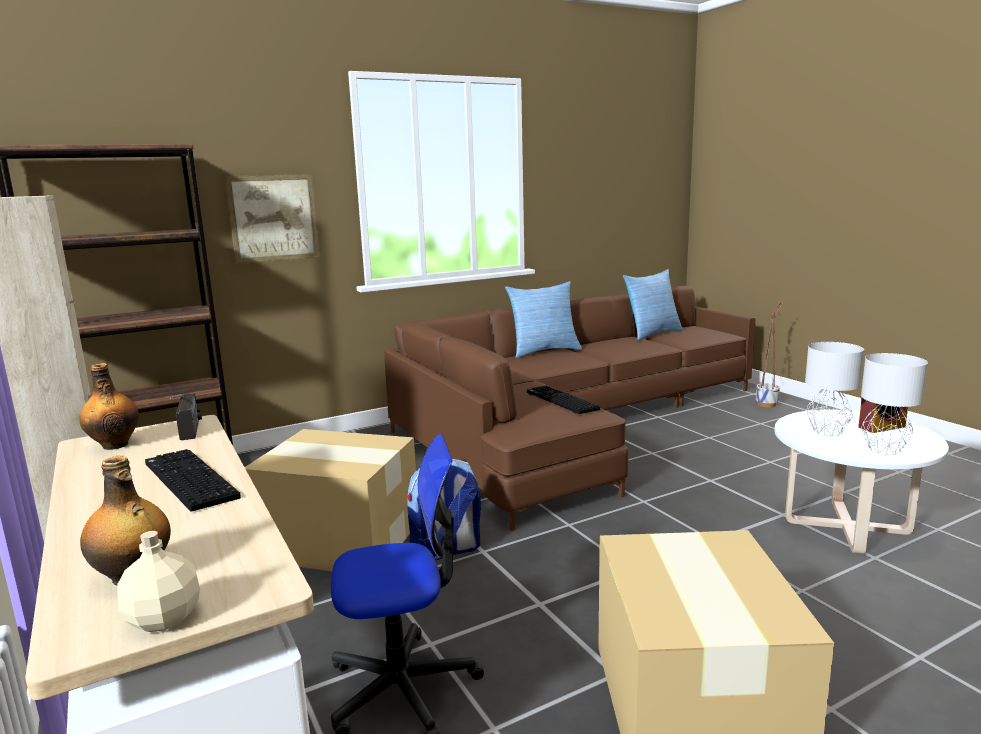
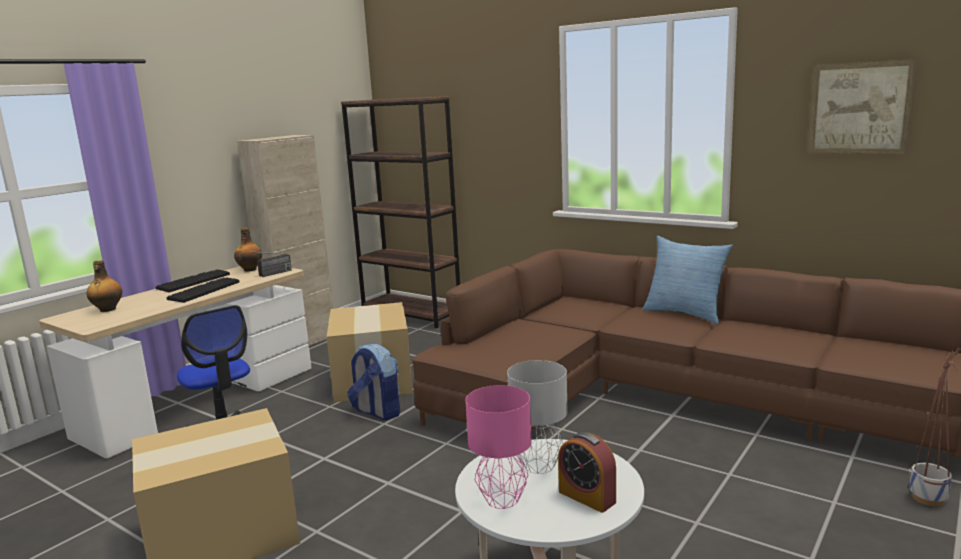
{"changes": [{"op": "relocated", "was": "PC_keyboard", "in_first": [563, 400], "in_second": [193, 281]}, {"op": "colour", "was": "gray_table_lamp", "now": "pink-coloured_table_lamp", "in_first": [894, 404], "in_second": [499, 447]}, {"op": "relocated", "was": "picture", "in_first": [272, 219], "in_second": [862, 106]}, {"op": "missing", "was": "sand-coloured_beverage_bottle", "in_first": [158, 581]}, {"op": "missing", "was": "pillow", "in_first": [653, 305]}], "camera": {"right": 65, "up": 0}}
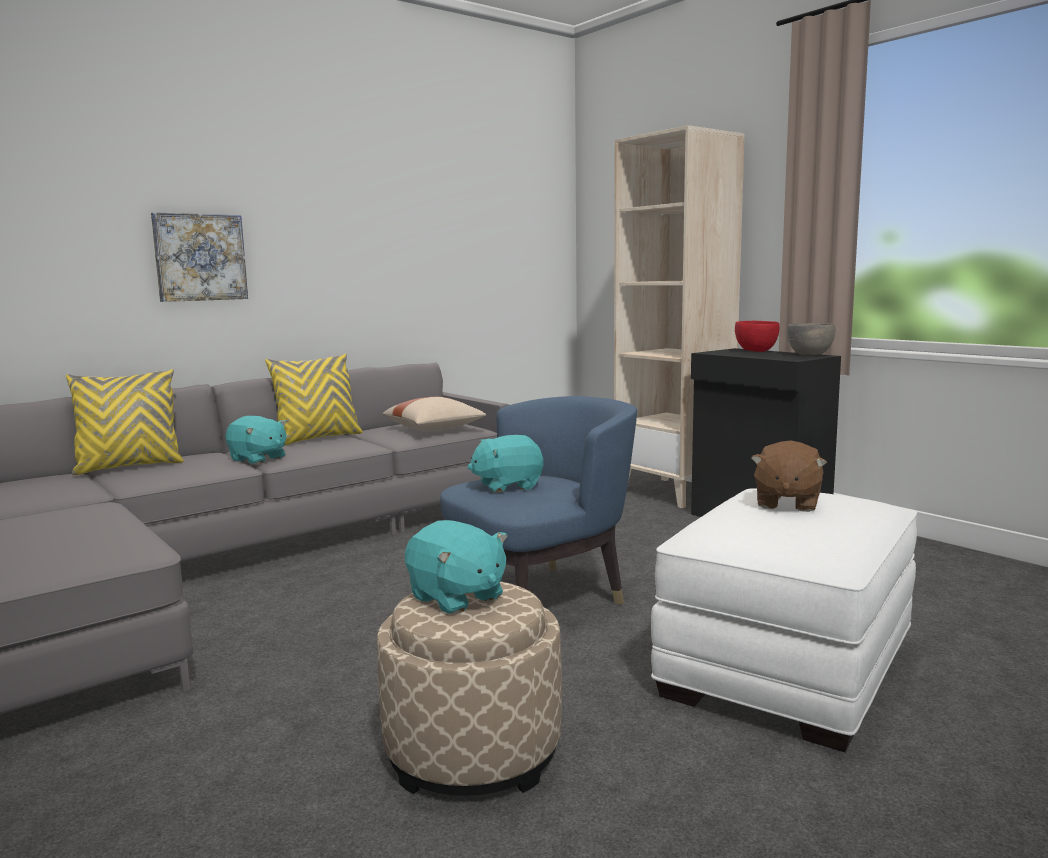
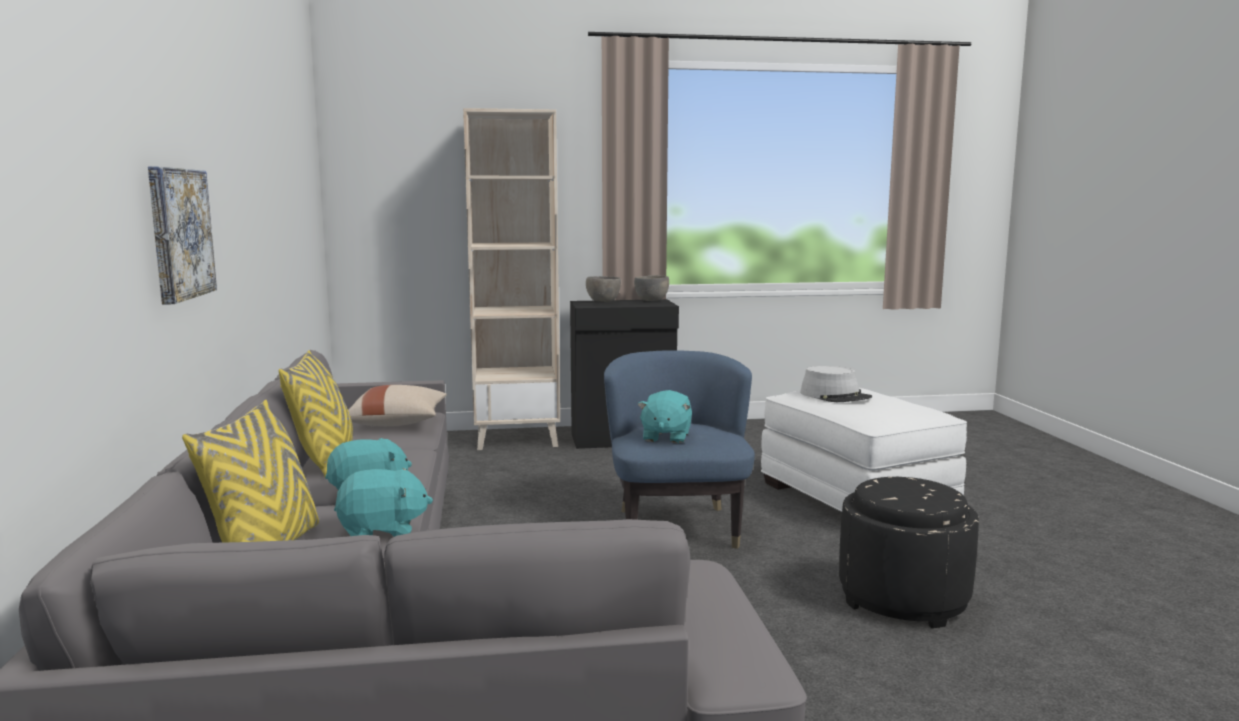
{"changes": [{"op": "relocated", "was": "turquoise_plush_toy", "in_first": [456, 567], "in_second": [383, 502]}, {"op": "colour", "was": "red-coloured_deep_dish", "now": "gray_deep_dish", "in_first": [757, 336], "in_second": [603, 289]}, {"op": "exchanged", "was": "brownish_plush_toy", "now": "gray_clothing_hat", "in_first": [789, 476], "in_second": [836, 384]}, {"op": "colour", "was": "sand-coloured_ottoman", "now": "black-coloured_ottoman", "in_first": [469, 689], "in_second": [909, 552]}], "camera": {"right": -60, "up": 0}}
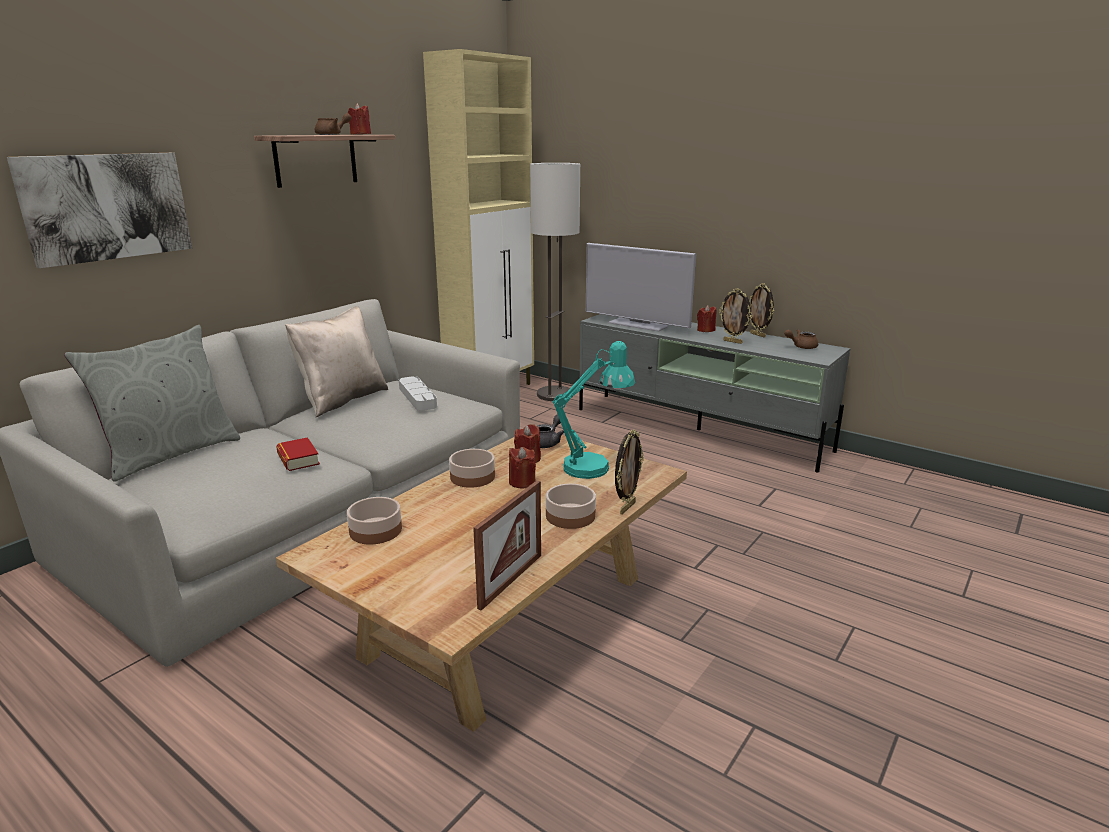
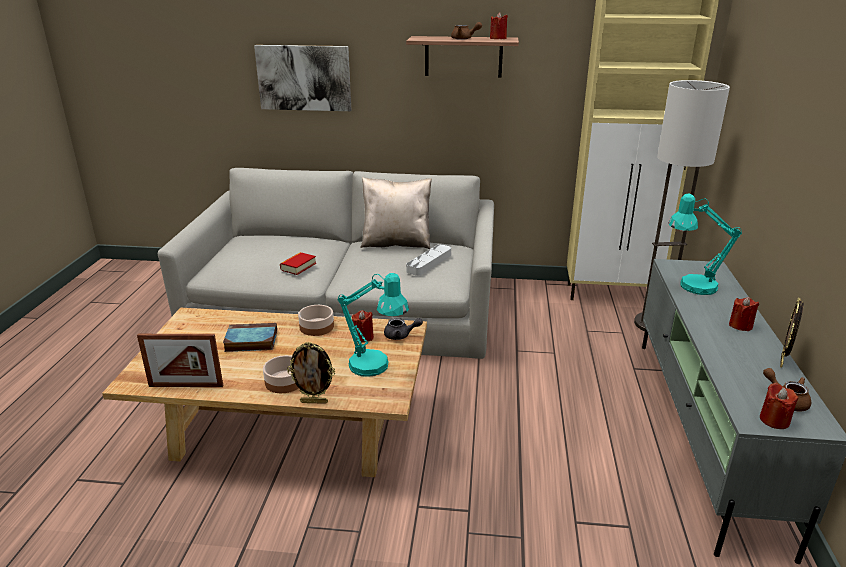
{"changes": [{"op": "appeared", "now": "bound_book", "in_second": [250, 337]}, {"op": "exchanged", "was": "television", "now": "turquoise_table_lamp", "in_first": [641, 287], "in_second": [705, 244]}, {"op": "relocated", "was": "red-coloured_wax_candle", "in_first": [522, 467], "in_second": [779, 406]}, {"op": "missing", "was": "gray_pillow", "in_first": [152, 403]}, {"op": "missing", "was": "deep_dish", "in_first": [374, 520]}, {"op": "missing", "was": "standing_frame", "in_first": [735, 316]}], "camera": {"right": 60, "up": 5}}
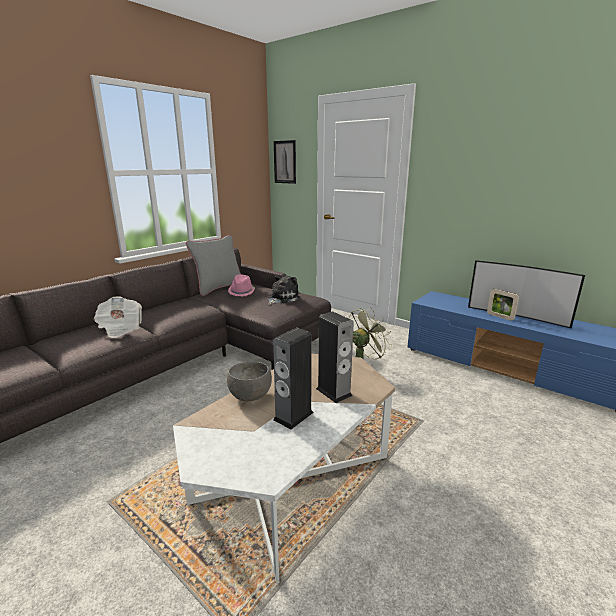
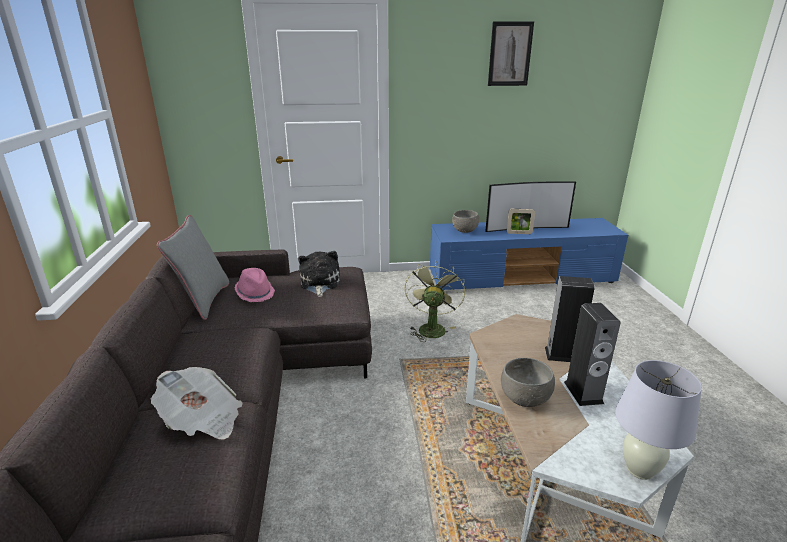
{"changes": [{"op": "appeared", "now": "gray_deep_dish", "in_second": [465, 221]}, {"op": "relocated", "was": "picture", "in_first": [285, 162], "in_second": [511, 53]}, {"op": "appeared", "now": "white-coloured_table_lamp", "in_second": [658, 420]}], "camera": {"right": -45, "up": 5}}
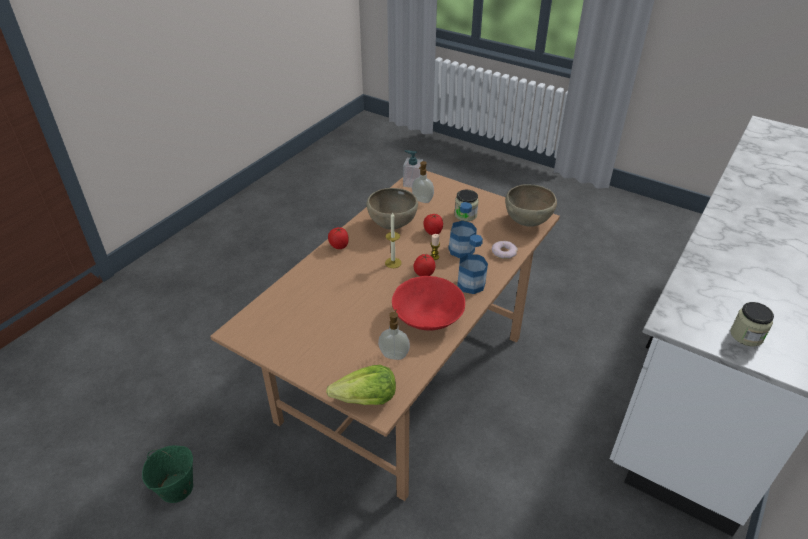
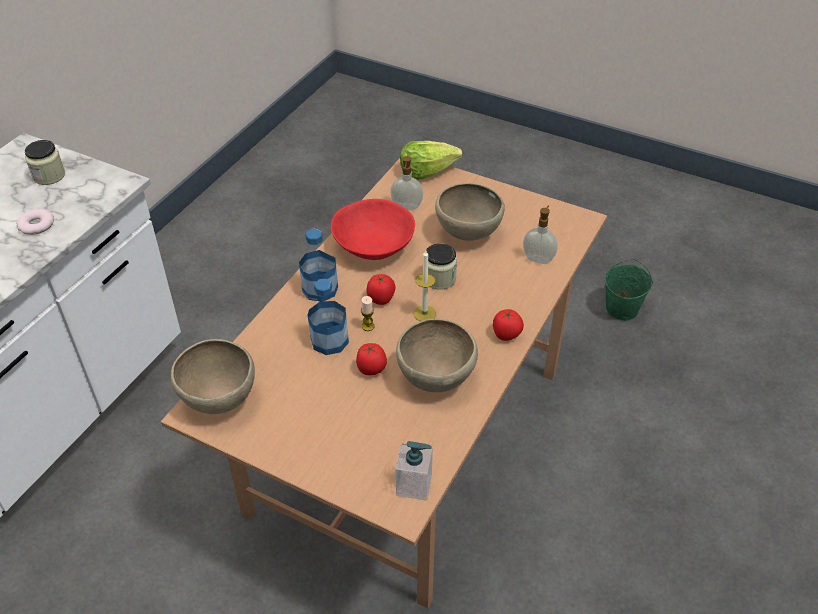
{"changes": [{"op": "relocated", "was": "doughnut", "in_first": [504, 250], "in_second": [35, 222]}, {"op": "relocated", "was": "preserve_jar", "in_first": [467, 205], "in_second": [441, 266]}, {"op": "appeared", "now": "brownish_deep_dish", "in_second": [470, 212]}, {"op": "relocated", "was": "soap_dispenser", "in_first": [423, 182], "in_second": [540, 235]}], "camera": {"right": 175, "up": 5}}
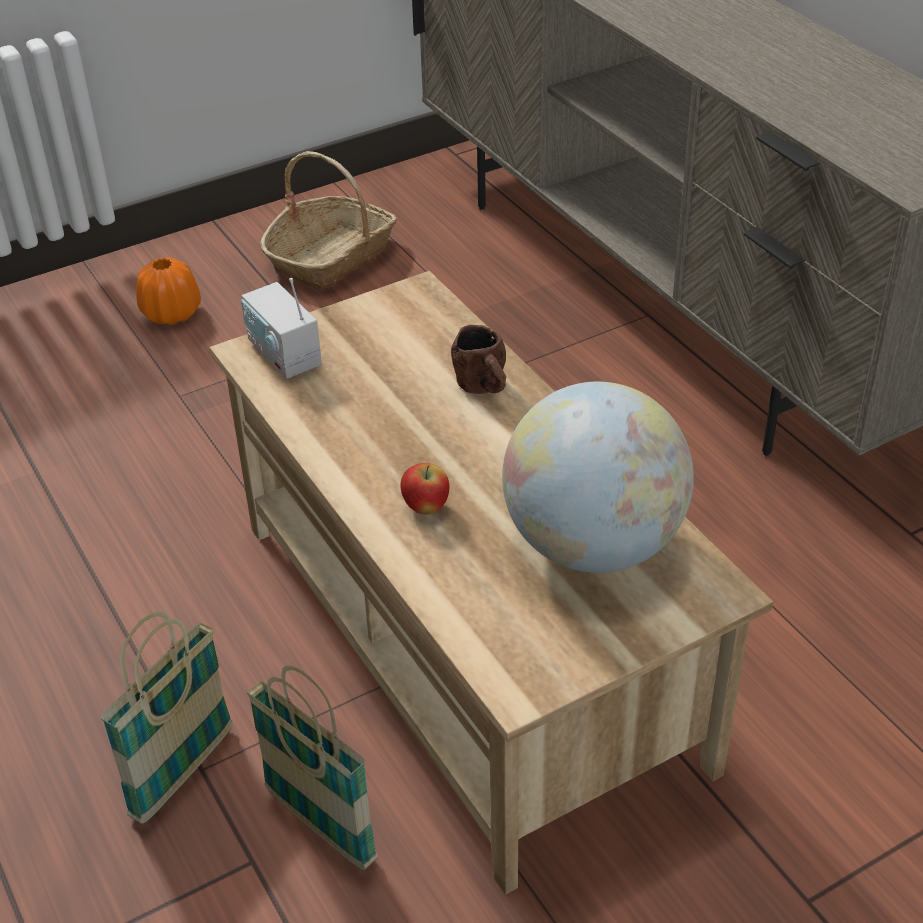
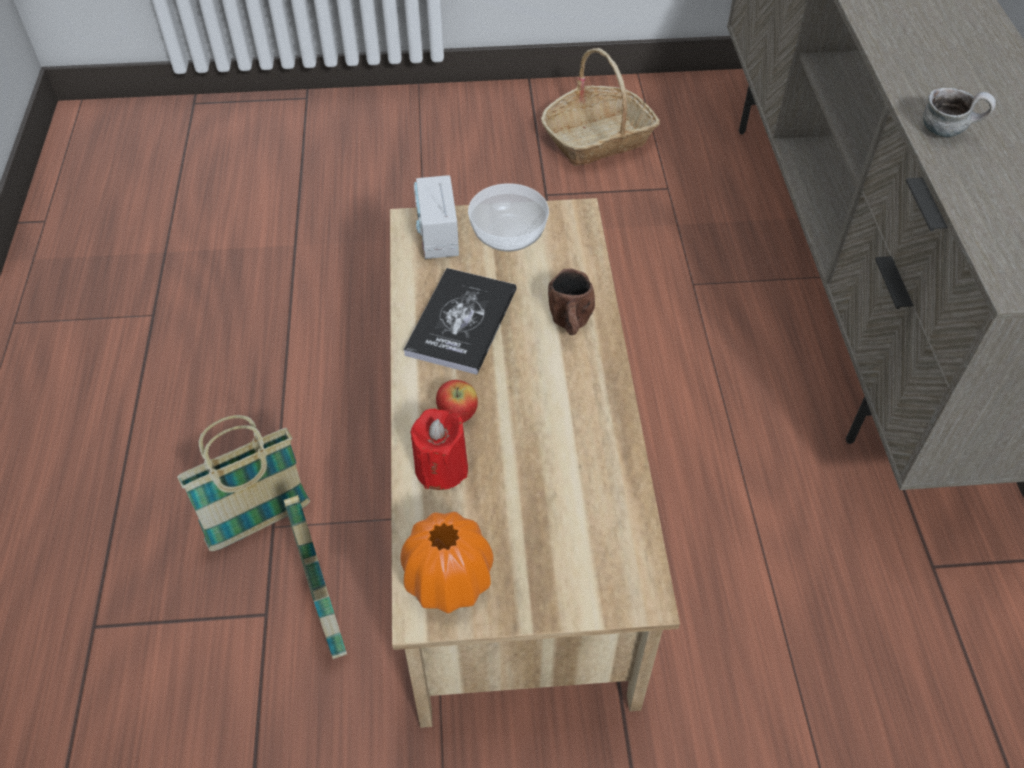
{"changes": [{"op": "relocated", "was": "orange_flower_vase", "in_first": [168, 291], "in_second": [447, 562]}, {"op": "appeared", "now": "bound_book", "in_second": [460, 321]}, {"op": "appeared", "now": "red-coloured_wax_candle", "in_second": [439, 449]}, {"op": "appeared", "now": "deep_dish", "in_second": [508, 217]}, {"op": "appeared", "now": "tea_mug", "in_second": [959, 112]}, {"op": "missing", "was": "globe", "in_first": [598, 477]}], "camera": {"right": 25, "up": 10}}
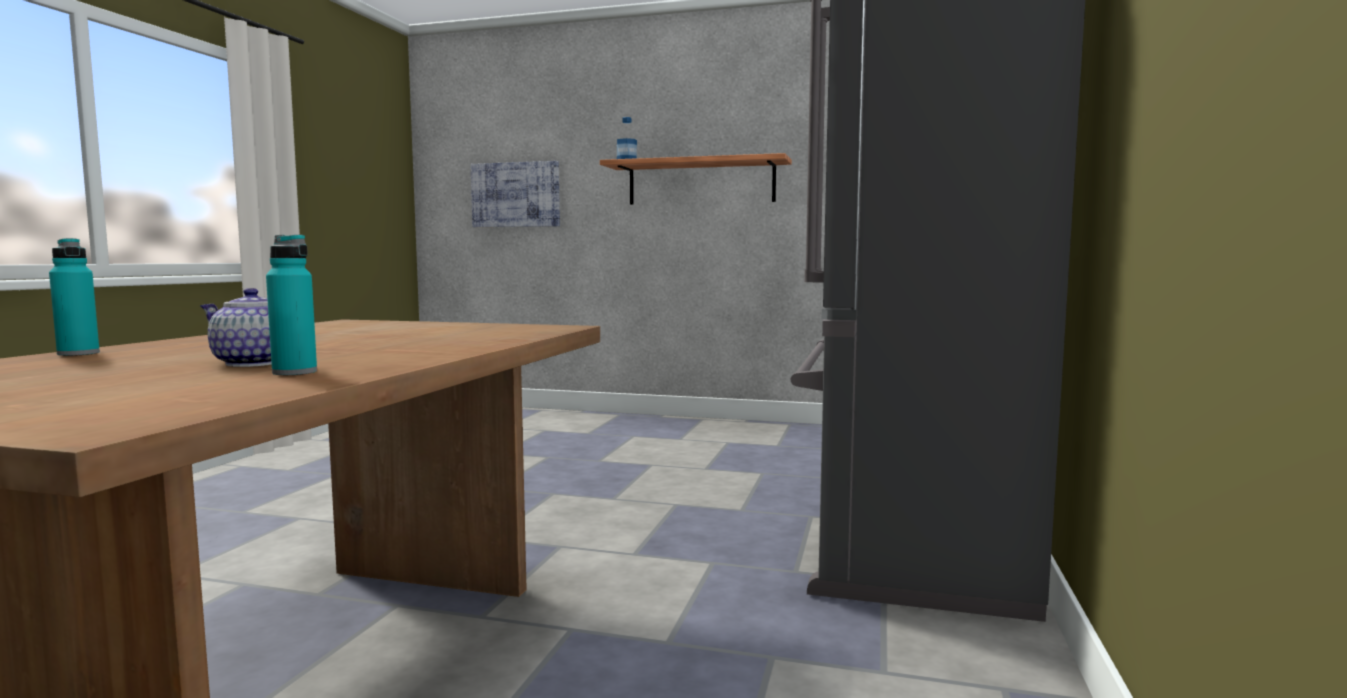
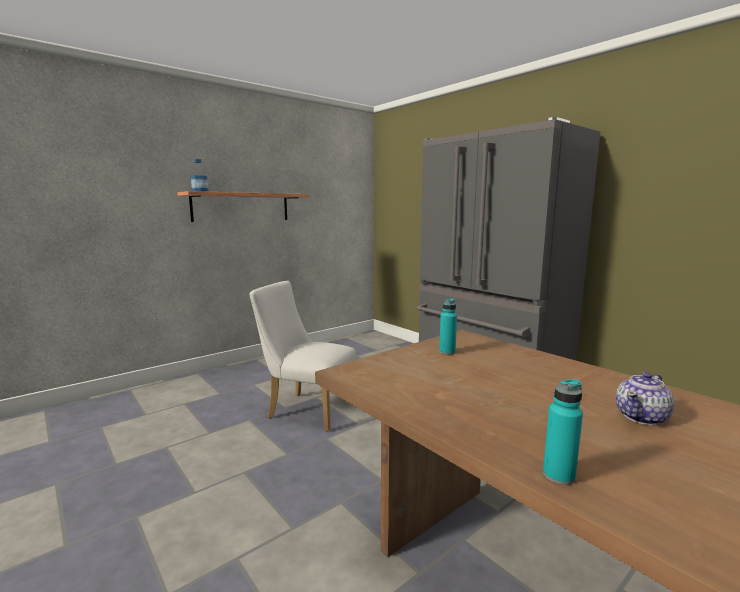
{"changes": [{"op": "appeared", "now": "white-coloured_chair", "in_second": [303, 356]}, {"op": "relocated", "was": "turquoise_beverage_bottle", "in_first": [291, 305], "in_second": [448, 326]}, {"op": "missing", "was": "picture", "in_first": [515, 194]}], "camera": {"right": -55, "up": 5}}
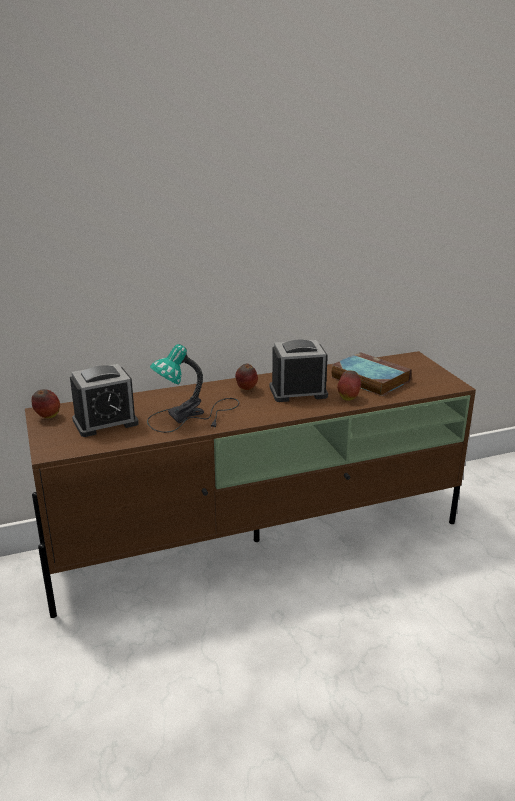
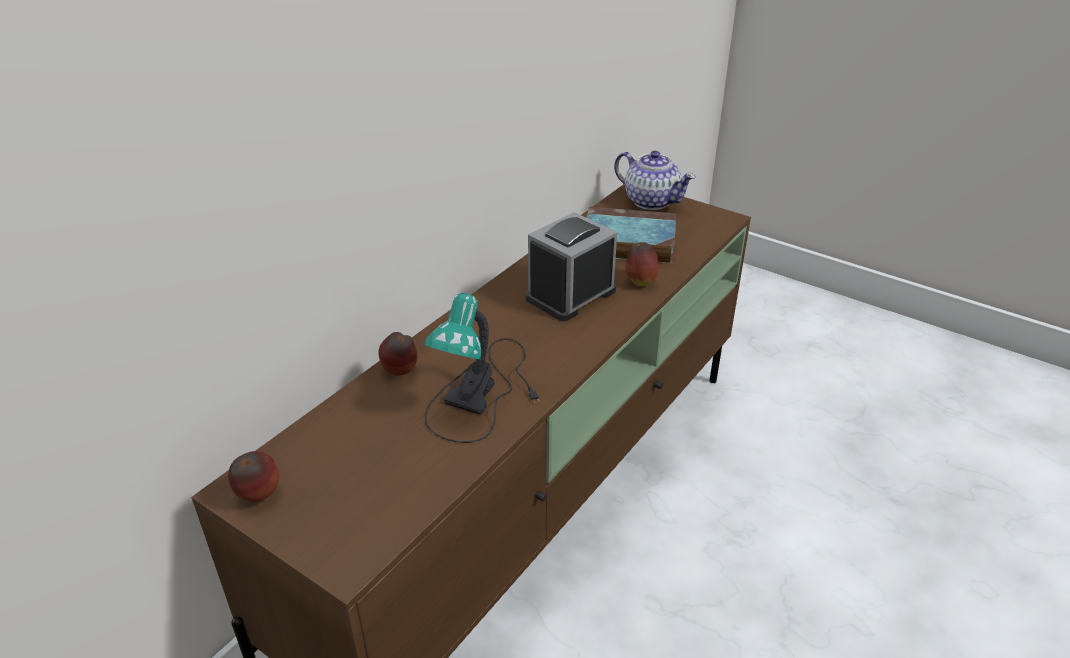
{"changes": [{"op": "relocated", "was": "apple_fruit", "in_first": [246, 376], "in_second": [397, 354]}, {"op": "appeared", "now": "tea_pot", "in_second": [655, 180]}, {"op": "missing", "was": "bedside_clock", "in_first": [104, 400]}], "camera": {"right": -35, "up": 10}}
